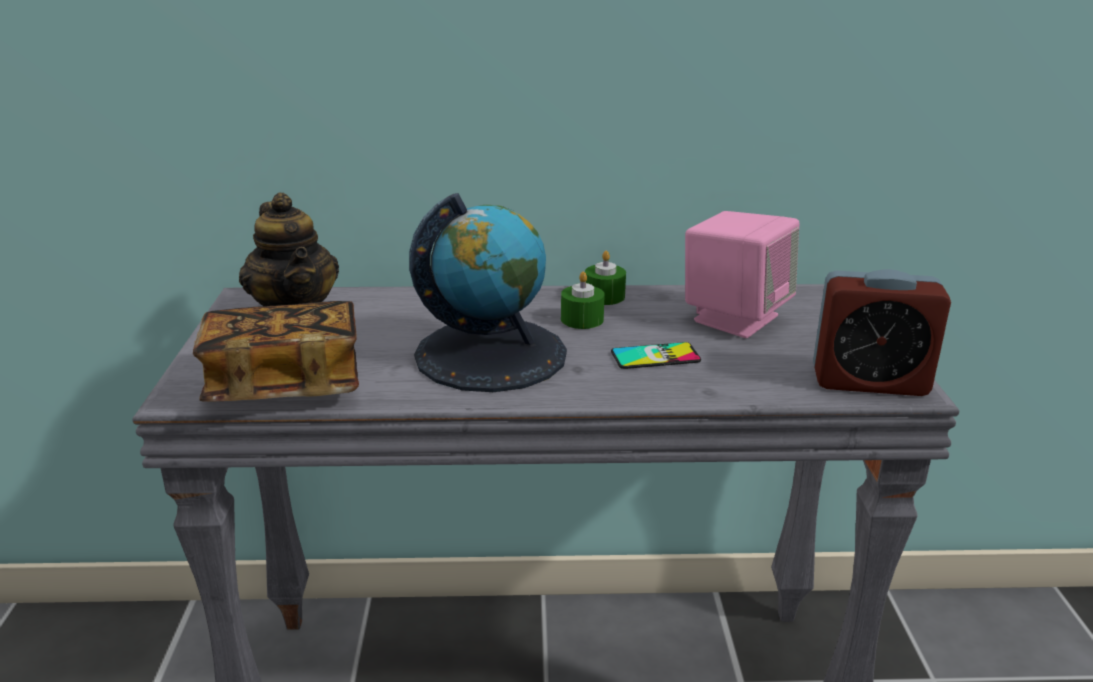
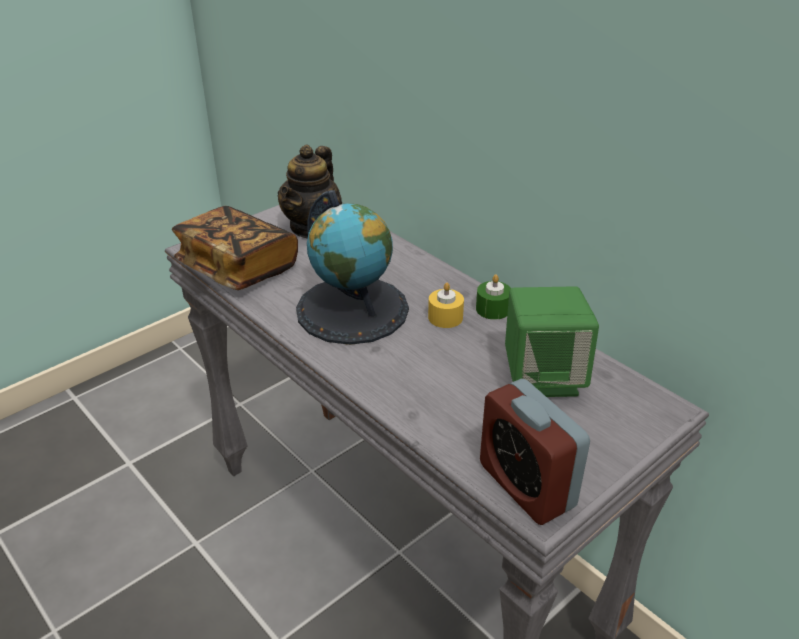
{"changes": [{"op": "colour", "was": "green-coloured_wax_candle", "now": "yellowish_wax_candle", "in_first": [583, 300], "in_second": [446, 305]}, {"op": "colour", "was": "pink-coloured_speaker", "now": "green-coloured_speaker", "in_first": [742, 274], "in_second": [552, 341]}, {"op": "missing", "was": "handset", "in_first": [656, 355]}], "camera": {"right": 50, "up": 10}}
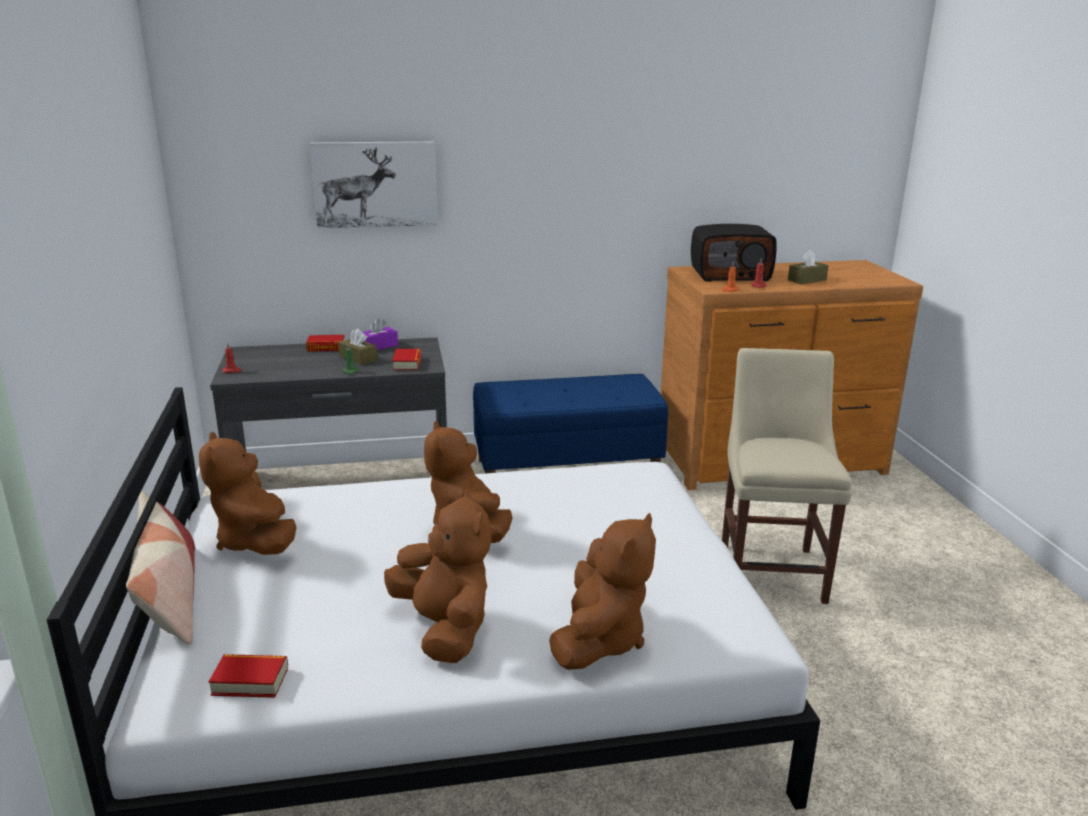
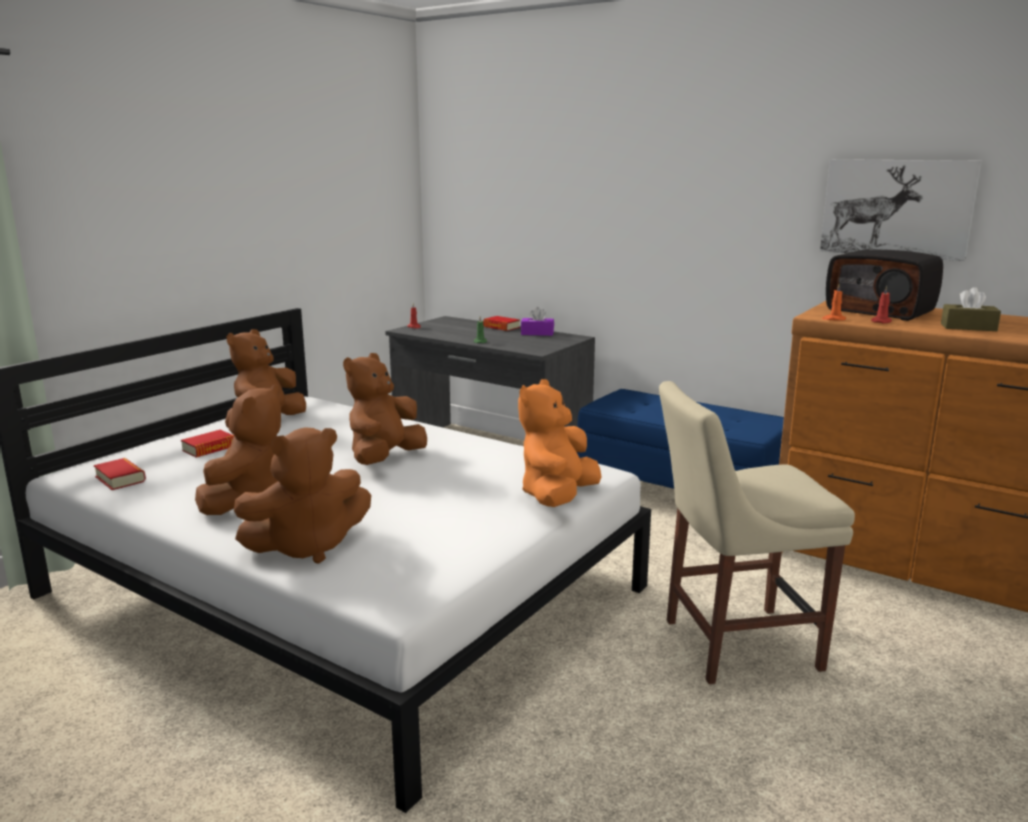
{"changes": [{"op": "relocated", "was": "bound_book", "in_first": [406, 359], "in_second": [207, 443]}, {"op": "appeared", "now": "orange_plush_toy", "in_second": [559, 443]}, {"op": "spun", "was": "sand-coloured_chair", "in_first": [787, 476], "in_second": [757, 532], "clockwise": -150}, {"op": "relocated", "was": "picture", "in_first": [374, 184], "in_second": [901, 210]}, {"op": "missing", "was": "pillow", "in_first": [161, 568]}, {"op": "missing", "was": "brownish_tissue_holder", "in_first": [358, 347]}], "camera": {"right": 45, "up": -5}}
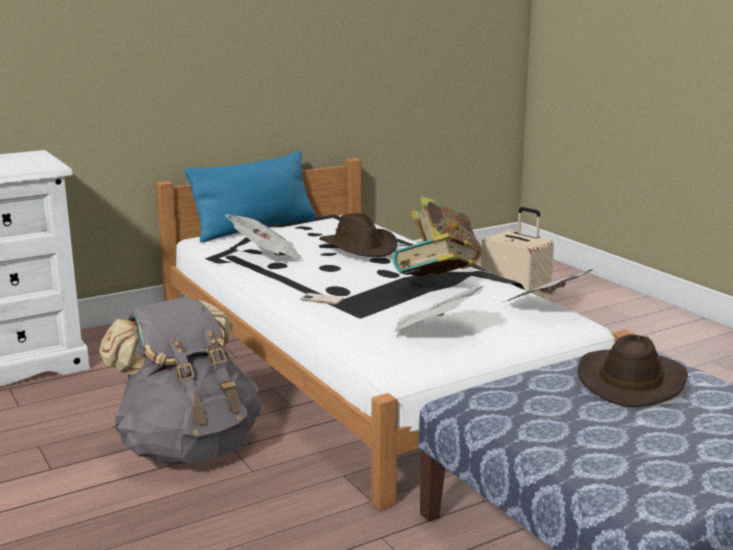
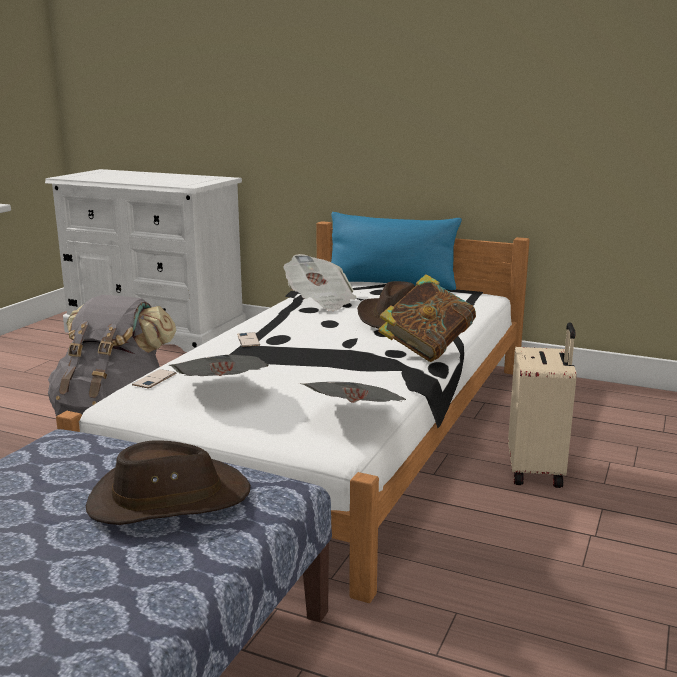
{"changes": [{"op": "appeared", "now": "handset", "in_second": [154, 379]}, {"op": "missing", "was": "bound_book", "in_first": [435, 256]}], "camera": {"right": 55, "up": 0}}
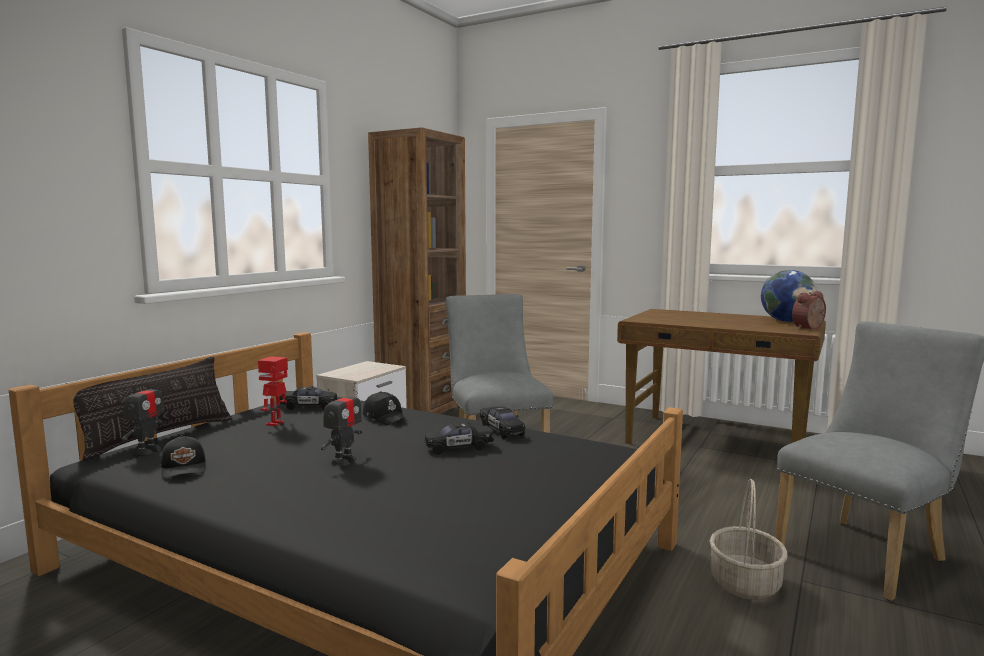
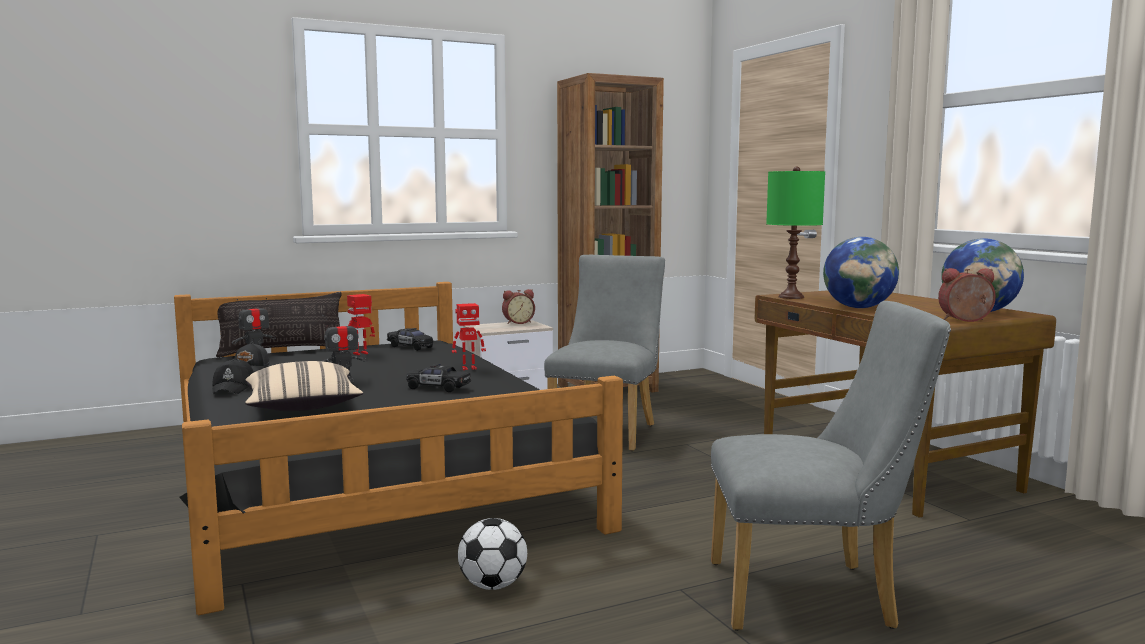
{"changes": [{"op": "relocated", "was": "black-coloured_cap", "in_first": [385, 408], "in_second": [233, 376]}, {"op": "appeared", "now": "sand-coloured_pillow", "in_second": [304, 386]}, {"op": "appeared", "now": "toy_robot", "in_second": [469, 336]}, {"op": "appeared", "now": "ball_for_football", "in_second": [492, 554]}, {"op": "appeared", "now": "bedside_clock", "in_second": [518, 306]}, {"op": "appeared", "now": "green-coloured_table_lamp", "in_second": [795, 232]}, {"op": "appeared", "now": "globe", "in_second": [861, 272]}, {"op": "missing", "was": "black-coloured_miniature_car", "in_first": [502, 422]}, {"op": "missing", "was": "storage_basket", "in_first": [748, 539]}], "camera": {"right": 35, "up": 0}}
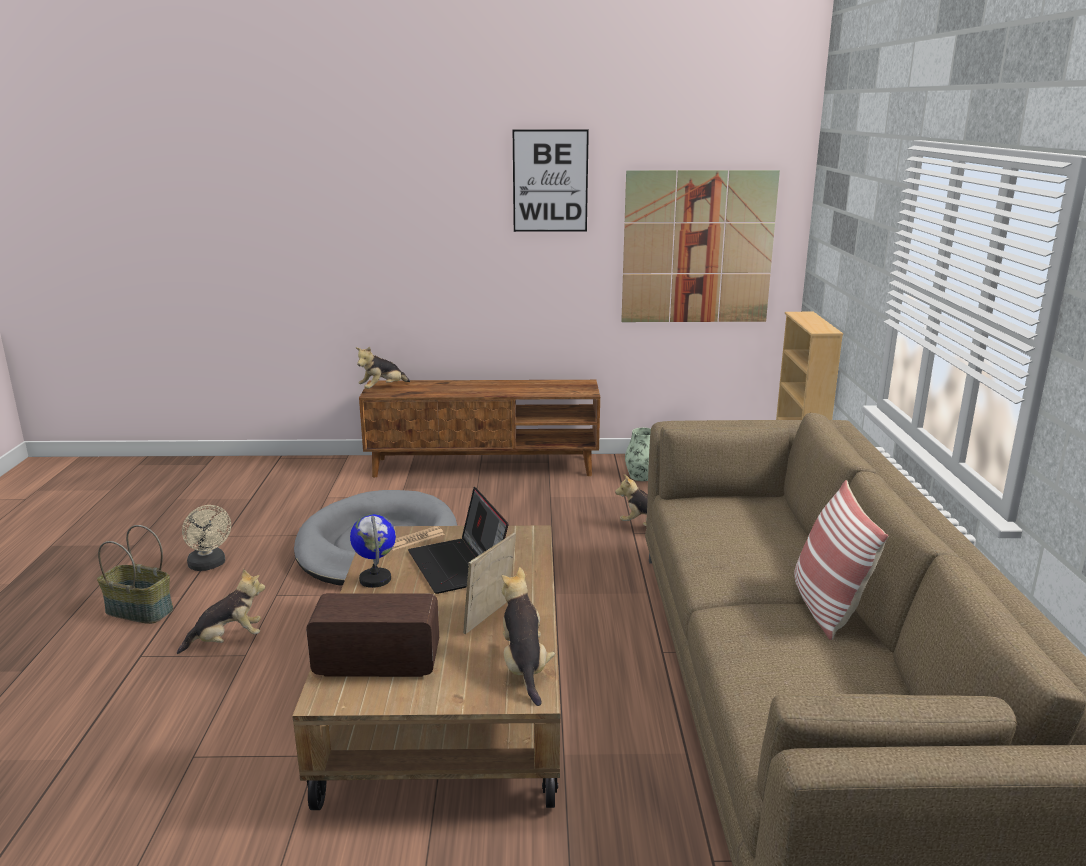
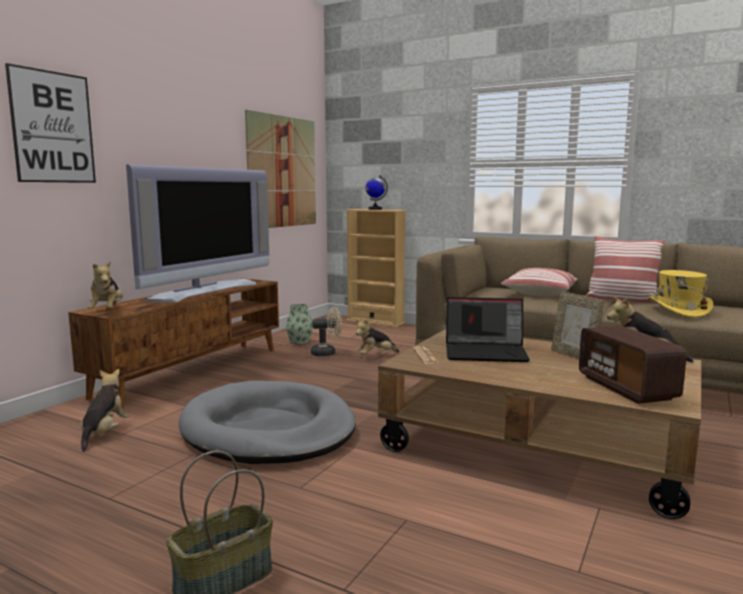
{"changes": [{"op": "relocated", "was": "picture", "in_first": [551, 181], "in_second": [50, 123]}, {"op": "relocated", "was": "plush_toy", "in_first": [221, 611], "in_second": [105, 410]}, {"op": "appeared", "now": "television", "in_second": [198, 233]}, {"op": "relocated", "was": "sand-coloured_cooling_fan", "in_first": [206, 538], "in_second": [326, 331]}, {"op": "relocated", "was": "globe", "in_first": [373, 551], "in_second": [377, 192]}, {"op": "appeared", "now": "pillow", "in_second": [539, 282]}, {"op": "spun", "was": "radio_receiver", "in_first": [372, 635], "in_second": [633, 365], "clockwise": -45}, {"op": "appeared", "now": "yellowish_clothing_hat", "in_second": [680, 293]}], "camera": {"right": -60, "up": -10}}
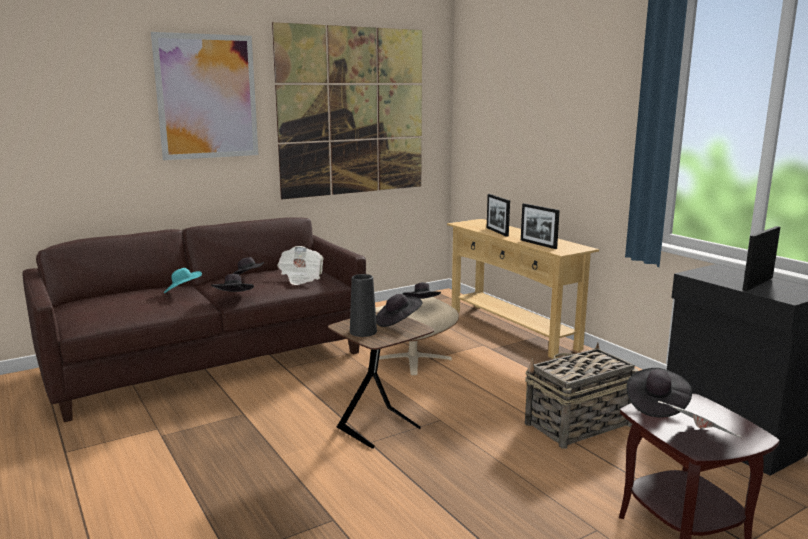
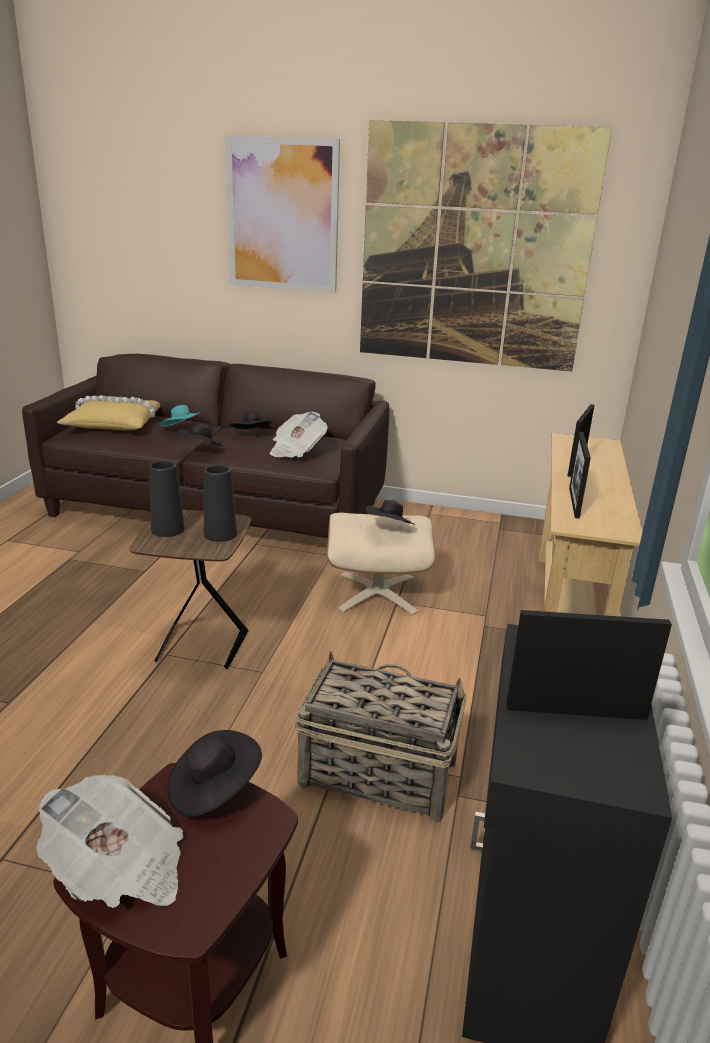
{"changes": [{"op": "appeared", "now": "yellowish_pillow", "in_second": [108, 413]}, {"op": "exchanged", "was": "black-coloured_clothing_hat", "now": "black-coloured_flower_vase", "in_first": [399, 310], "in_second": [220, 503]}], "camera": {"right": 45, "up": 10}}
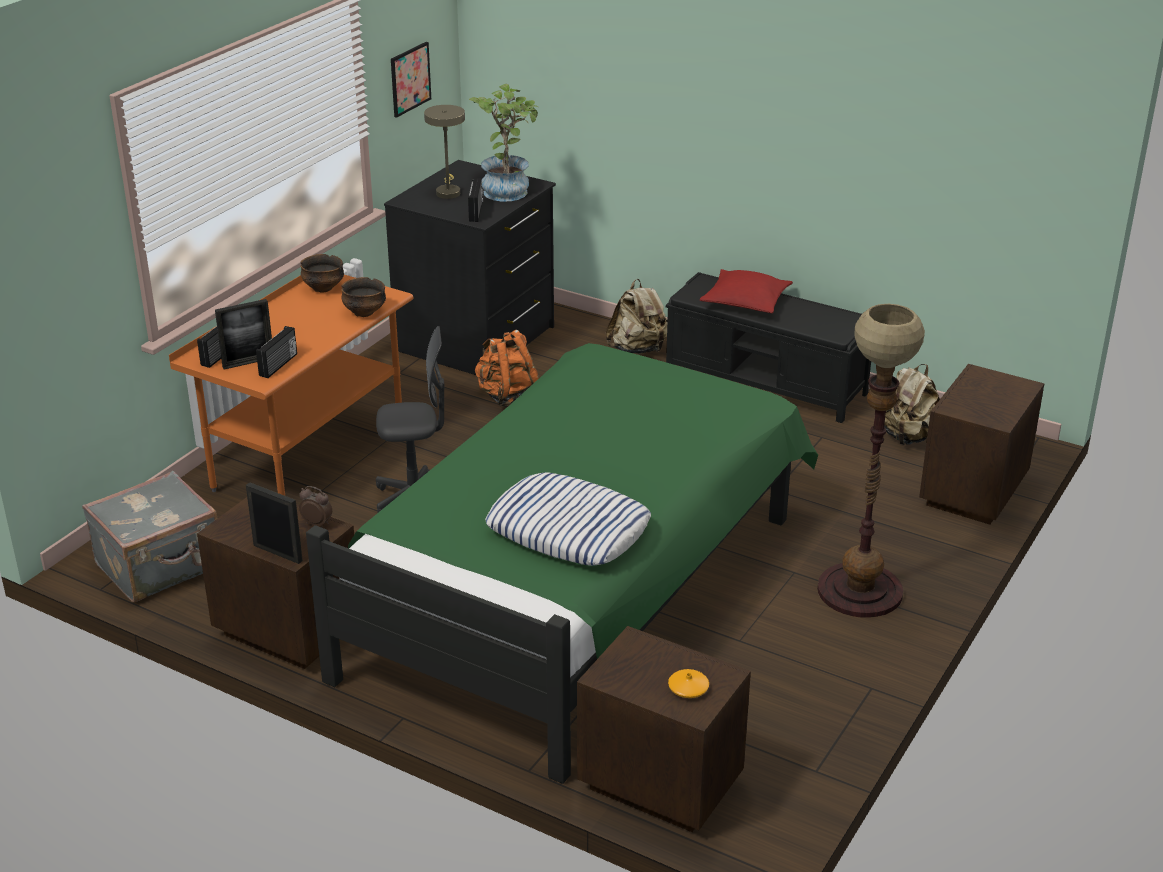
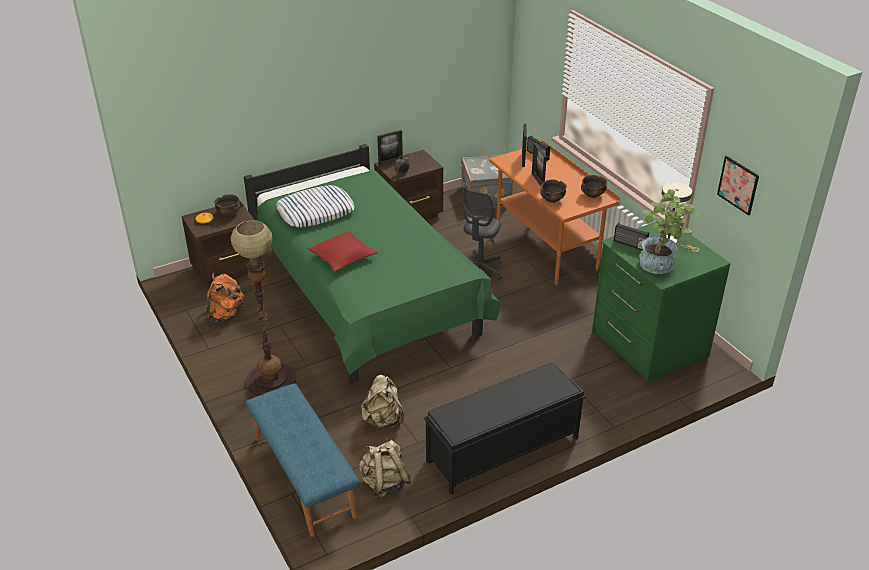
{"changes": [{"op": "relocated", "was": "orange_rucksack", "in_first": [507, 368], "in_second": [225, 298]}, {"op": "appeared", "now": "deep_dish", "in_second": [227, 205]}, {"op": "exchanged", "was": "brownish_nightstand", "now": "blue-coloured_bench", "in_first": [981, 444], "in_second": [303, 460]}, {"op": "relocated", "was": "red-coloured_pillow", "in_first": [746, 291], "in_second": [342, 251]}, {"op": "relocated", "was": "sand-coloured_rucksack", "in_first": [636, 316], "in_second": [382, 401]}, {"op": "appeared", "now": "standing_frame", "in_second": [539, 164]}, {"op": "colour", "was": "black-coloured_chest_of_drawers", "now": "green-coloured_chest_of_drawers", "in_first": [470, 267], "in_second": [661, 302]}, {"op": "missing", "was": "radio_receiver", "in_first": [276, 352]}], "camera": {"right": 120, "up": 5}}
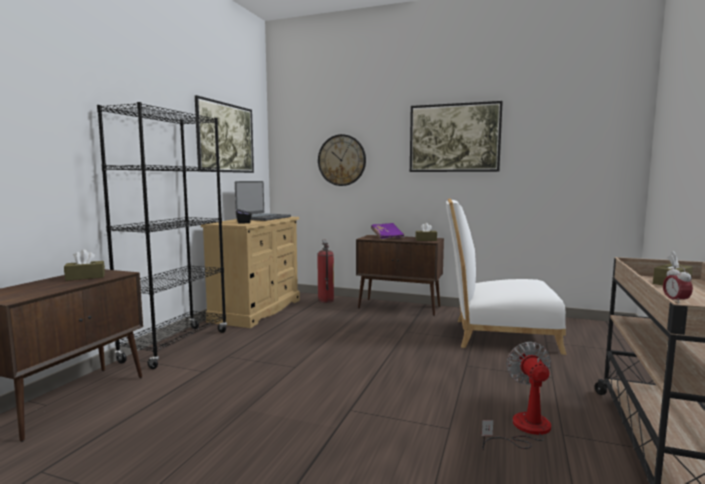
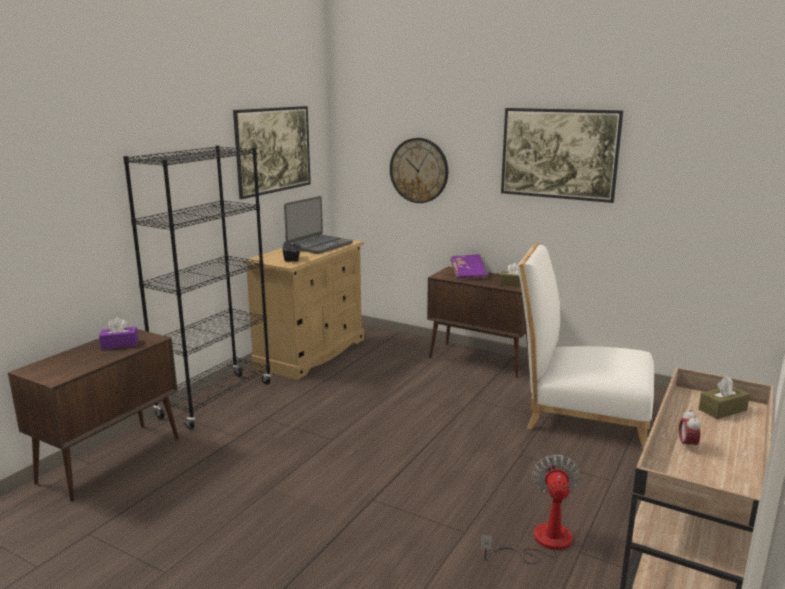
{"changes": [{"op": "colour", "was": "brownish_tissue_holder", "now": "purplish_tissue_holder", "in_first": [84, 265], "in_second": [118, 333]}, {"op": "missing", "was": "fire_extinguisher", "in_first": [325, 271]}], "camera": {"right": 10, "up": 10}}
